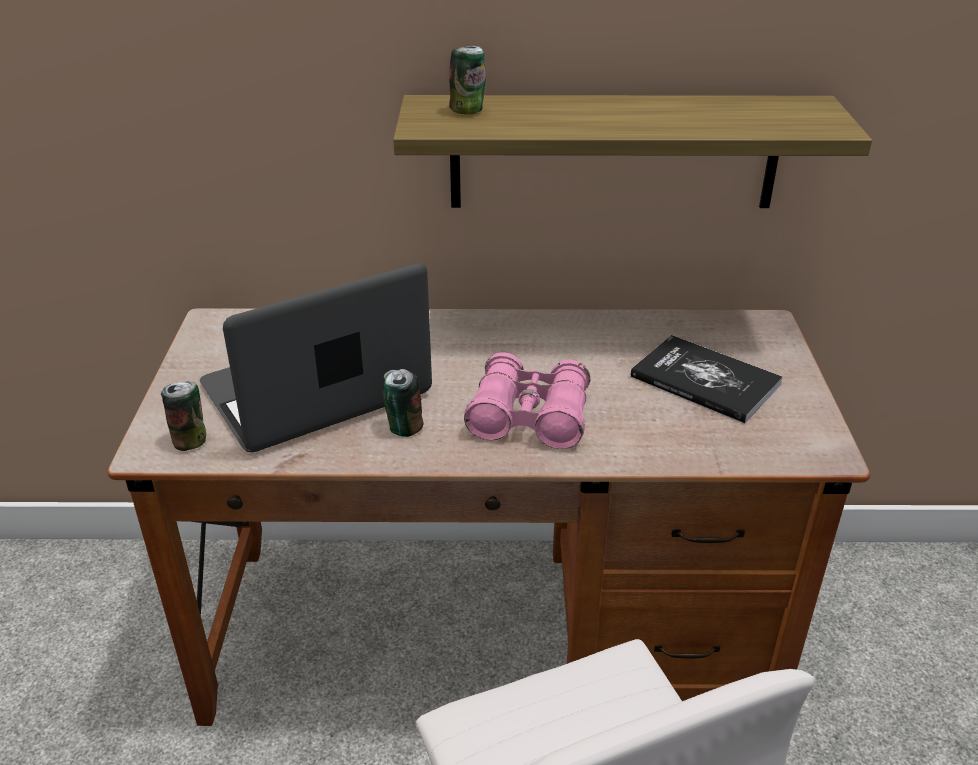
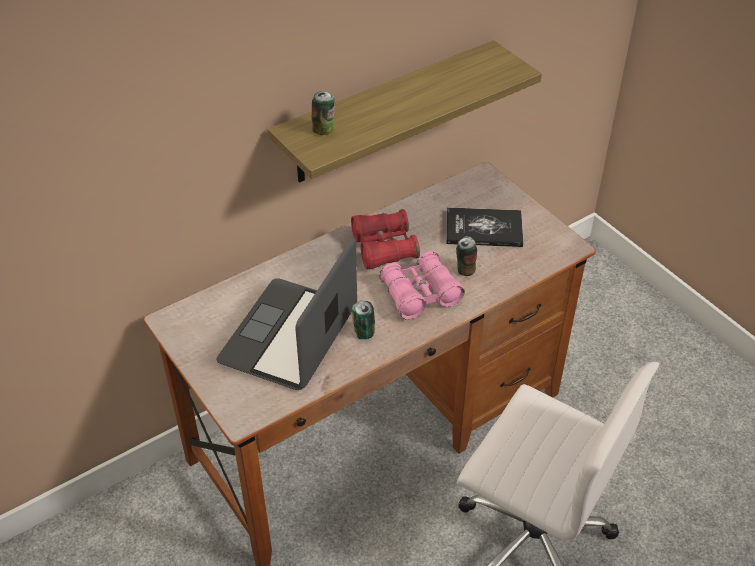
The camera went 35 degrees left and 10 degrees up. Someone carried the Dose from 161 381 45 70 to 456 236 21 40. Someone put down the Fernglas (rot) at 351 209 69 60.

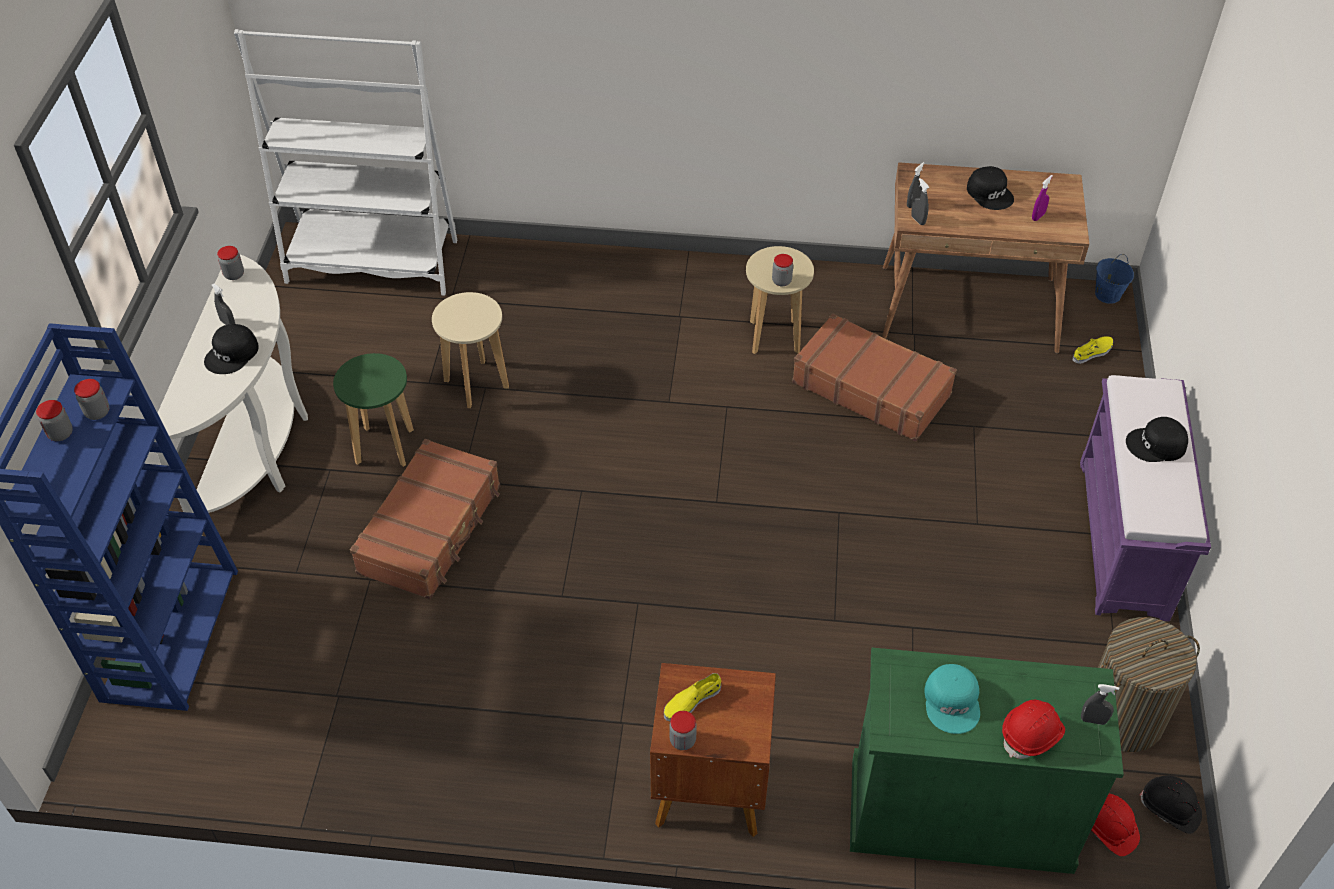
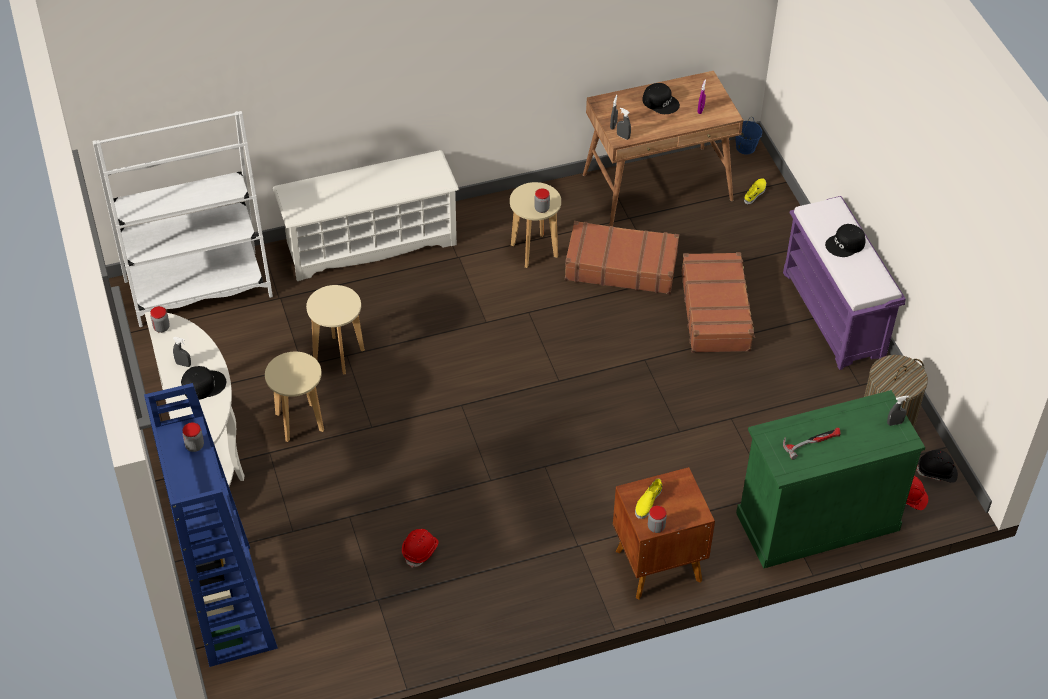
The camera went 25 degrees left and 0 degrees up. Someone rotated the Kappe (schwarz) at 204 324 54 50 by 120 degrees counterclockwise. Someone repainted the Hocker (grün) at 333 353 81 114, which became the Hocker (beige) at 265 352 59 90. Someone took away the Vorratsglas at 36 400 37 41. Someone carried the Koffer (braun) from 350 439 150 160 to 681 252 74 101. Someone swapped the Kappe (türkis) at 924 664 56 70 for the Hammer at 783 428 58 32. Someone carried the Schutzhelm (rot) from 1002 700 63 59 to 402 529 37 39. Someone put down the Schuhregal (weiß) at 273 150 186 131.

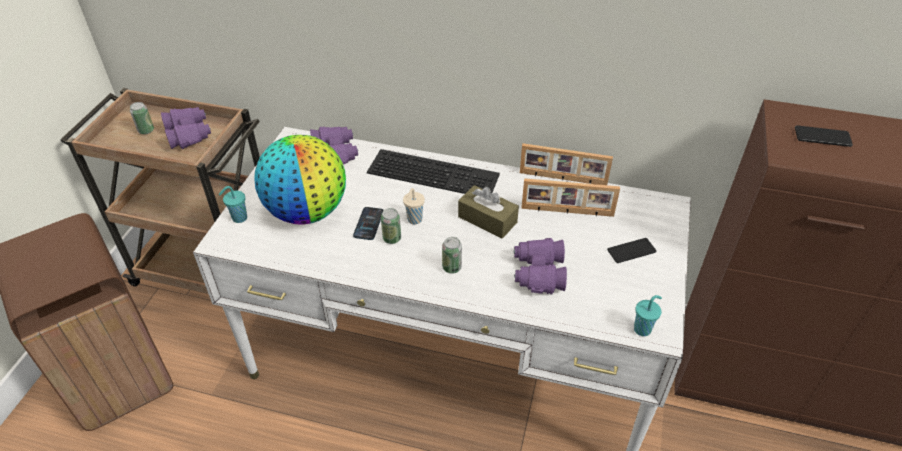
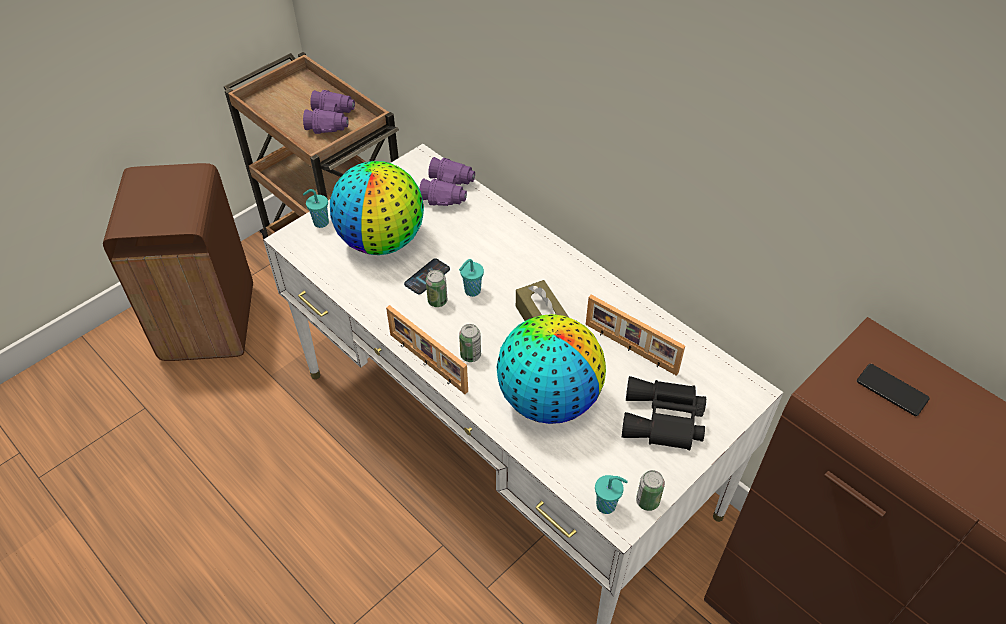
The camera went 30 degrees right and 5 degrees up. Someone carried the Dose from 130 102 24 32 to 636 470 29 41. Someone carried the Bilderrahmen from 520 143 93 42 to 386 305 82 89. Someone took away the Tastatur at 367 149 133 45. Someone repainted the Tasse (beige) at 403 188 22 36, which became the Tasse (türkis) at 459 259 25 38. Someone swapped the Fernglas (lila) at 513 238 54 56 for the Globus at 497 314 109 110. Someone swapped the Handy at 607 238 49 25 for the Fernglas (schwarz) at 622 376 84 74.

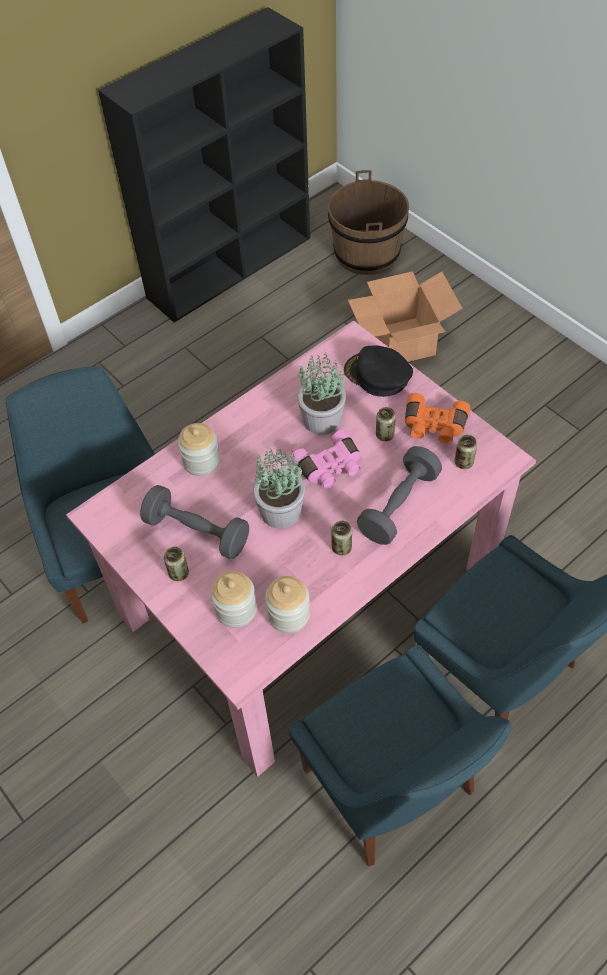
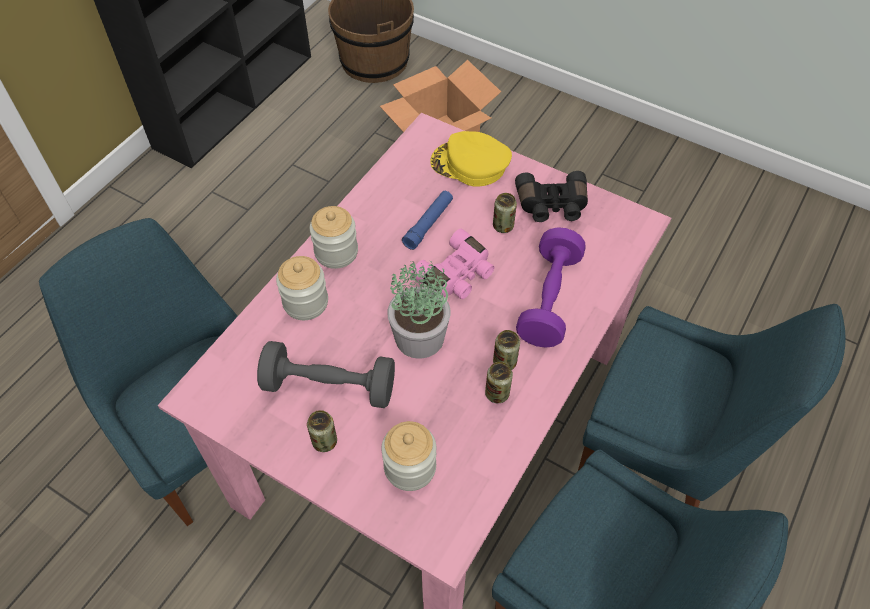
The camera went 20 degrees left and 0 degrees up. Someone repainted the Kappe (schwarz) at 344 345 69 52, which became the Kappe (gelb) at 430 131 82 55. Someone swapped the Topfpflanze at 297 351 49 84 for the Taschenlampe (blau) at 402 191 51 59. Someone repainted the Fernglas (orange) at 405 393 65 51, which became the Fernglas (schwarz) at 515 171 73 51. Someone carried the Dose from 454 435 23 34 to 485 362 28 41. Someone repainted the Hantel (grau) at 357 446 85 99, which became the Hantel (lila) at 516 227 70 121. Someone carried the Vorratsglas from 265 576 45 57 to 310 206 48 63.

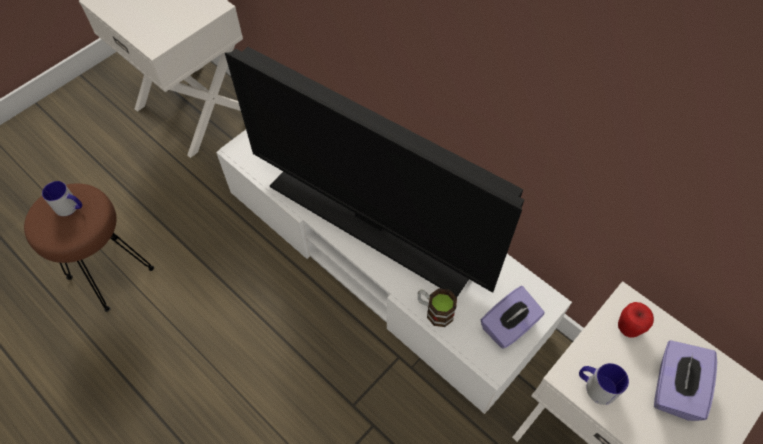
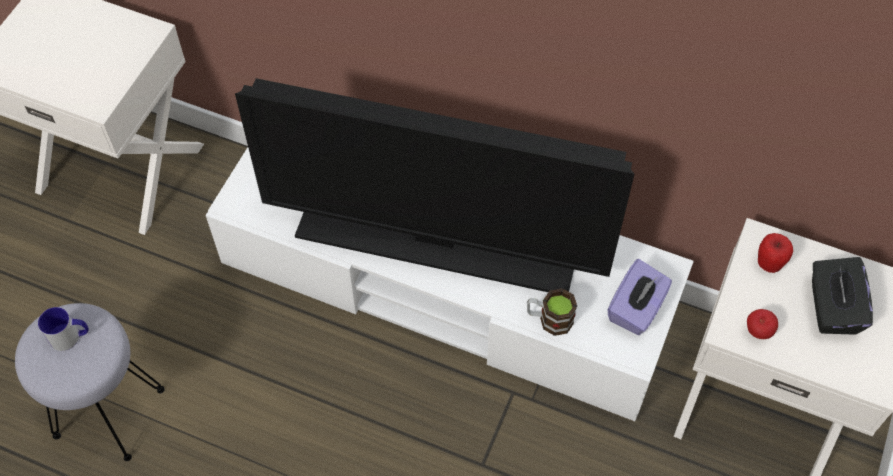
The camera went 20 degrees left and 0 degrees up. Someone repainted the Hocker (braun) at 24 183 130 129, which became the Hocker (grau) at 15 303 150 158. Someone repainted the Taschentuchbox (lila) at 654 340 63 81, which became the Taschentuchbox (schwarz) at 812 257 61 78. Someone swapped the Henkelbecher at 579 363 50 42 for the Apfel at 747 309 31 30.

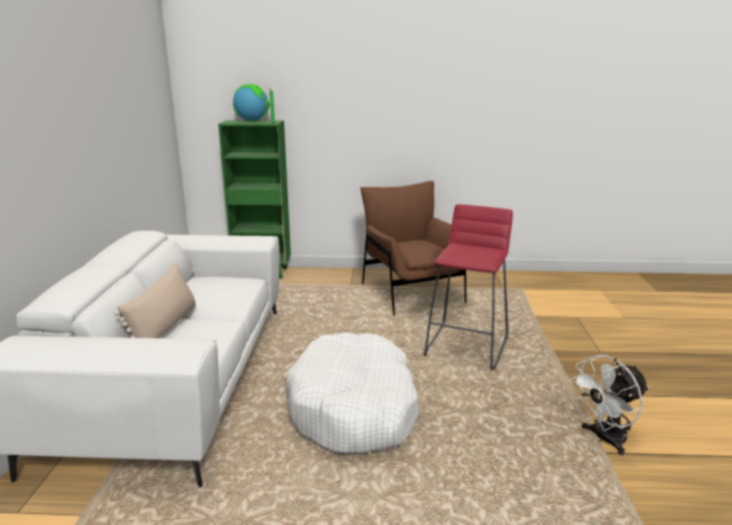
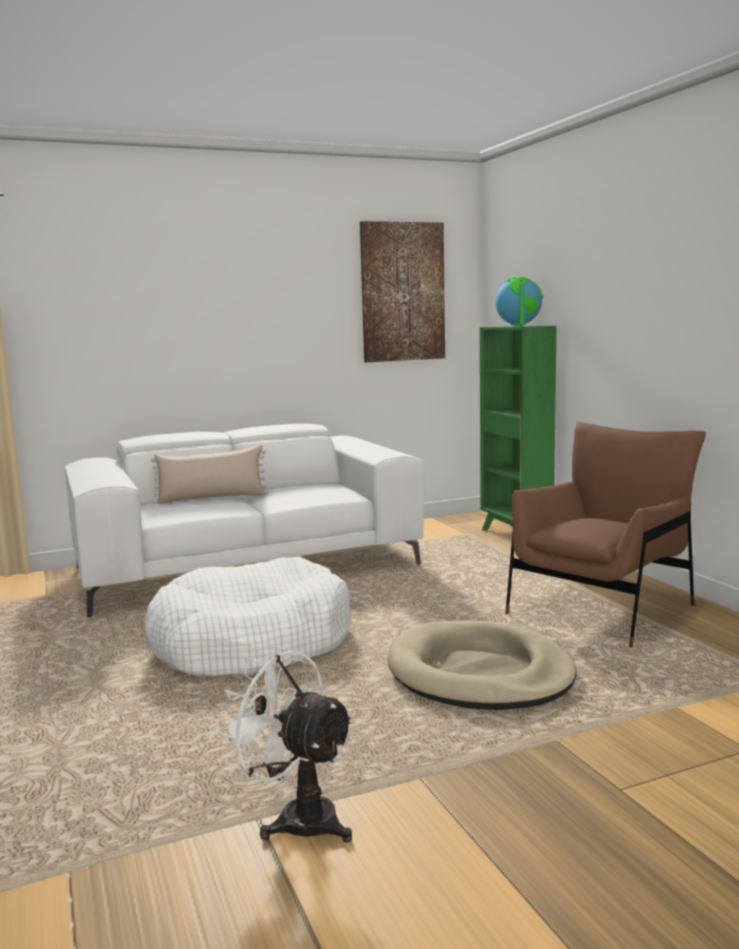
The camera went 65 degrees right and 10 degrees down. Someone swapped the Hocker (rot) at 424 204 89 166 for the Hundebett (beige) at 387 620 190 90. Someone put up the Bild at 360 221 85 142.

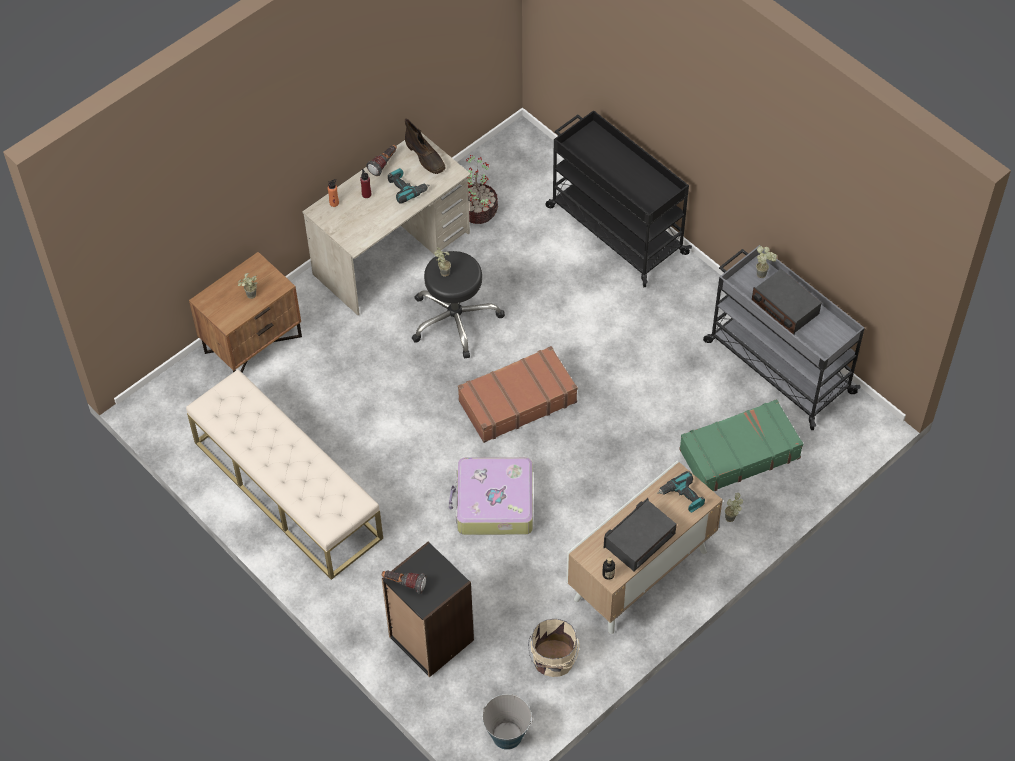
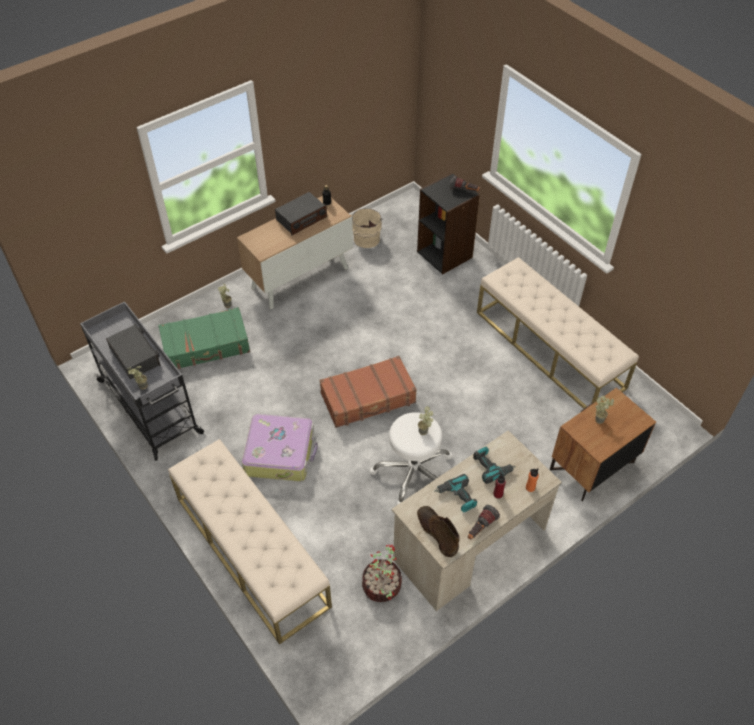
The camera went 175 degrees left and 5 degrees down. Someone swapped the Rollwagen (schwarz) at 545 110 147 177 for the Bank (beige) at 168 439 164 206. Someone repainted the Hocker (schwarz) at 412 251 93 107, which became the Hocker (weiß) at 370 412 83 94. Someone carried the Koffer from 449 457 84 78 to 242 414 76 67. Someone carried the Bohrmaschine from 657 471 48 42 to 473 447 42 37. Someone took away the Eimer at 482 694 51 56.

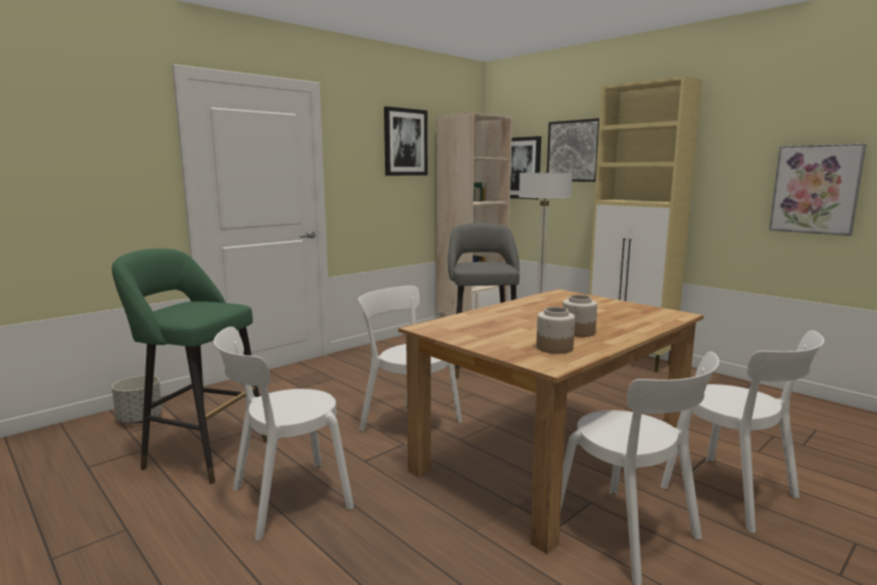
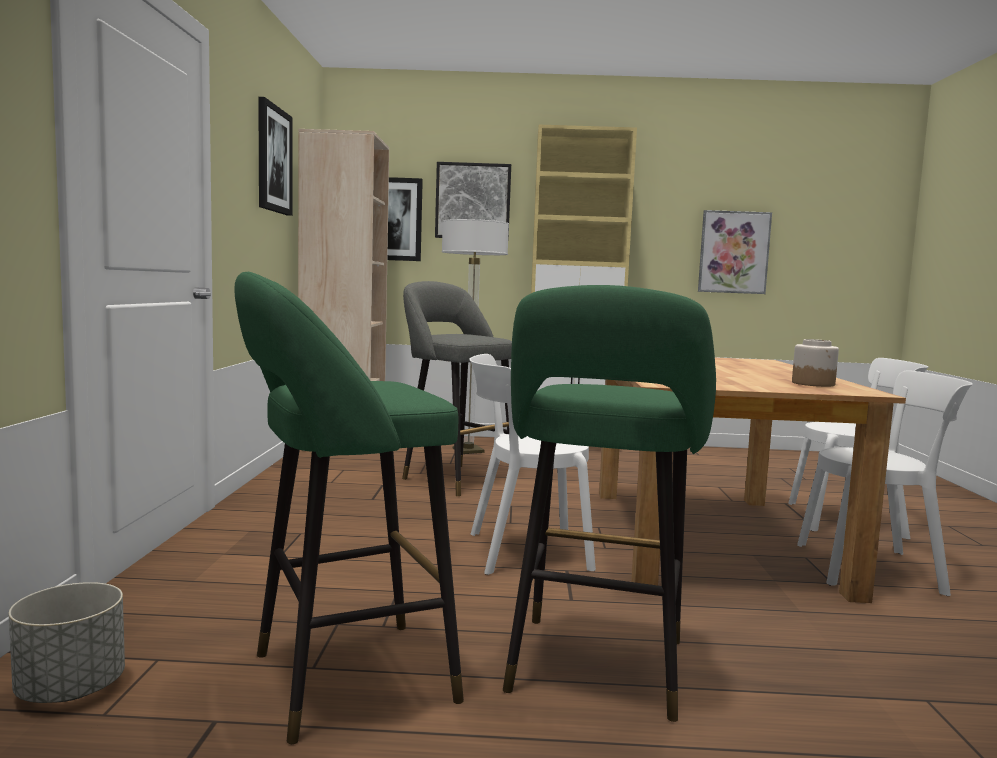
The camera went 45 degrees left and 5 degrees down. Someone took away the Vorratsglas at 563 295 34 42. Someone swapped the Stuhl (weiß) at 214 327 140 214 for the Hocker (grün) at 503 285 213 437.

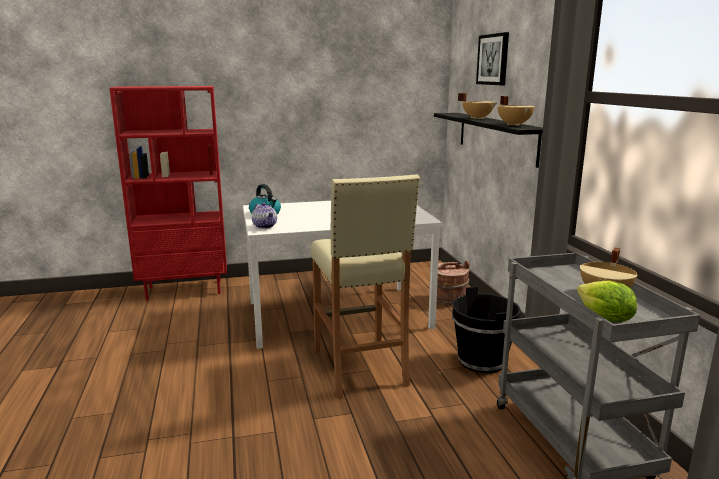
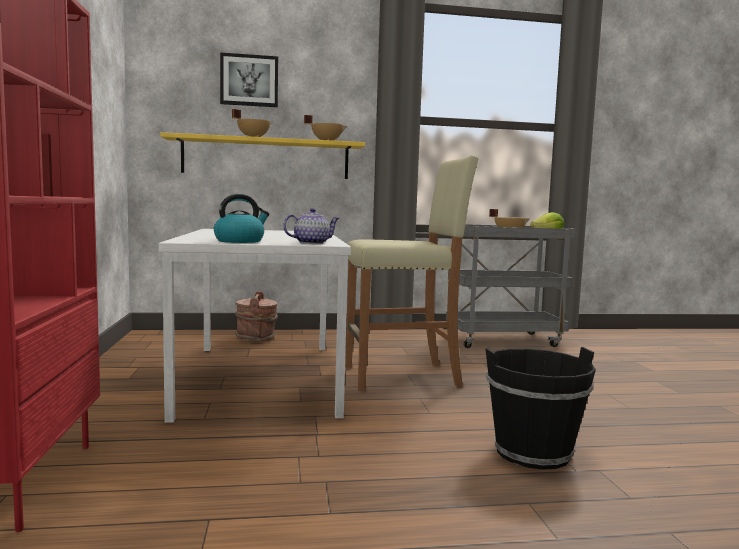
The camera went 85 degrees left and 10 degrees down. Someone repainted the Wandregal (schwarz) at 434 113 109 55, which became the Wandregal (gelb) at 160 132 205 47. Someone carried the Eimer (schwarz) from 452 286 69 87 to 485 347 111 123.

